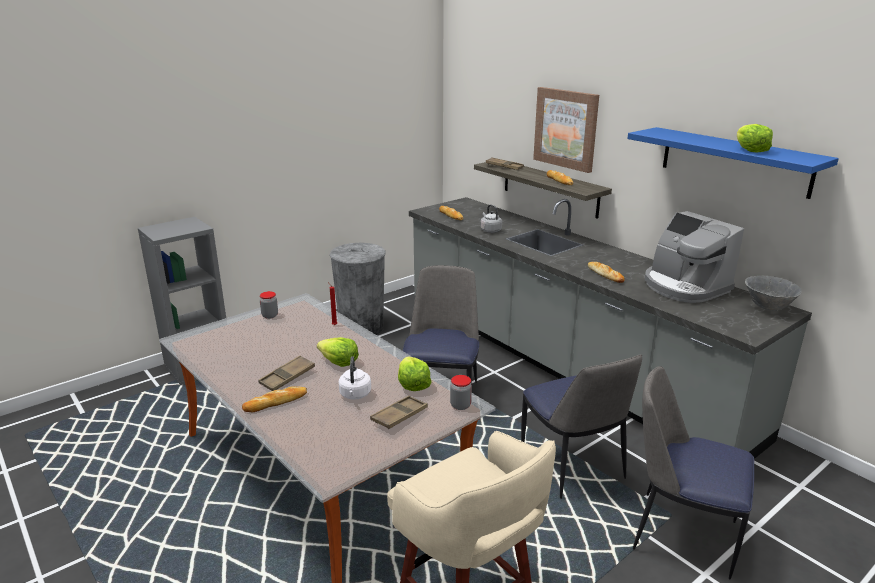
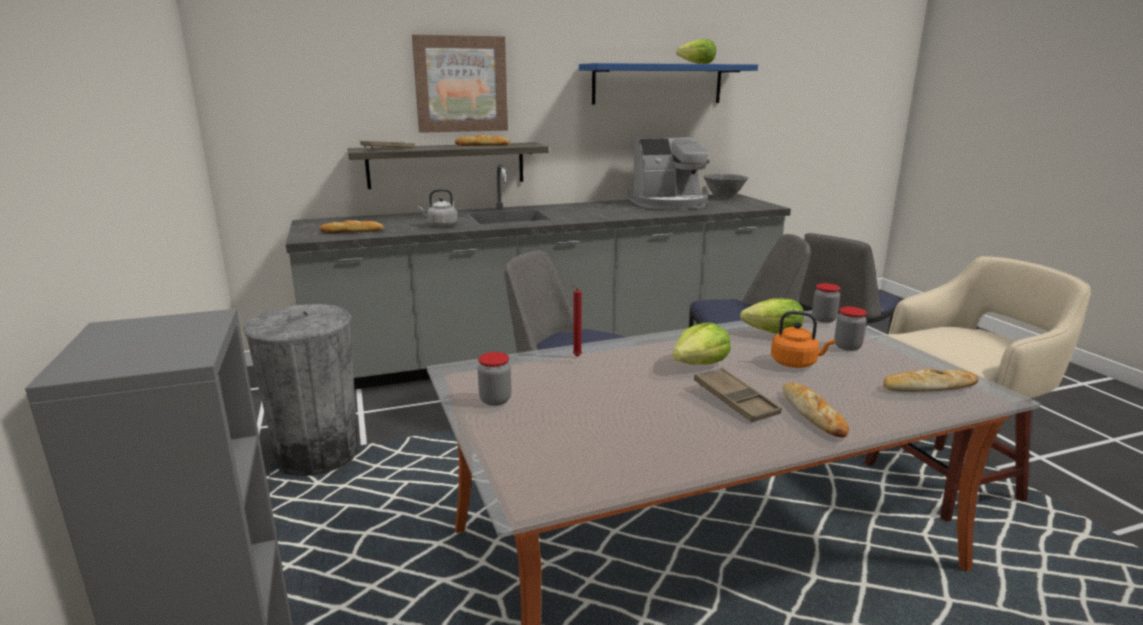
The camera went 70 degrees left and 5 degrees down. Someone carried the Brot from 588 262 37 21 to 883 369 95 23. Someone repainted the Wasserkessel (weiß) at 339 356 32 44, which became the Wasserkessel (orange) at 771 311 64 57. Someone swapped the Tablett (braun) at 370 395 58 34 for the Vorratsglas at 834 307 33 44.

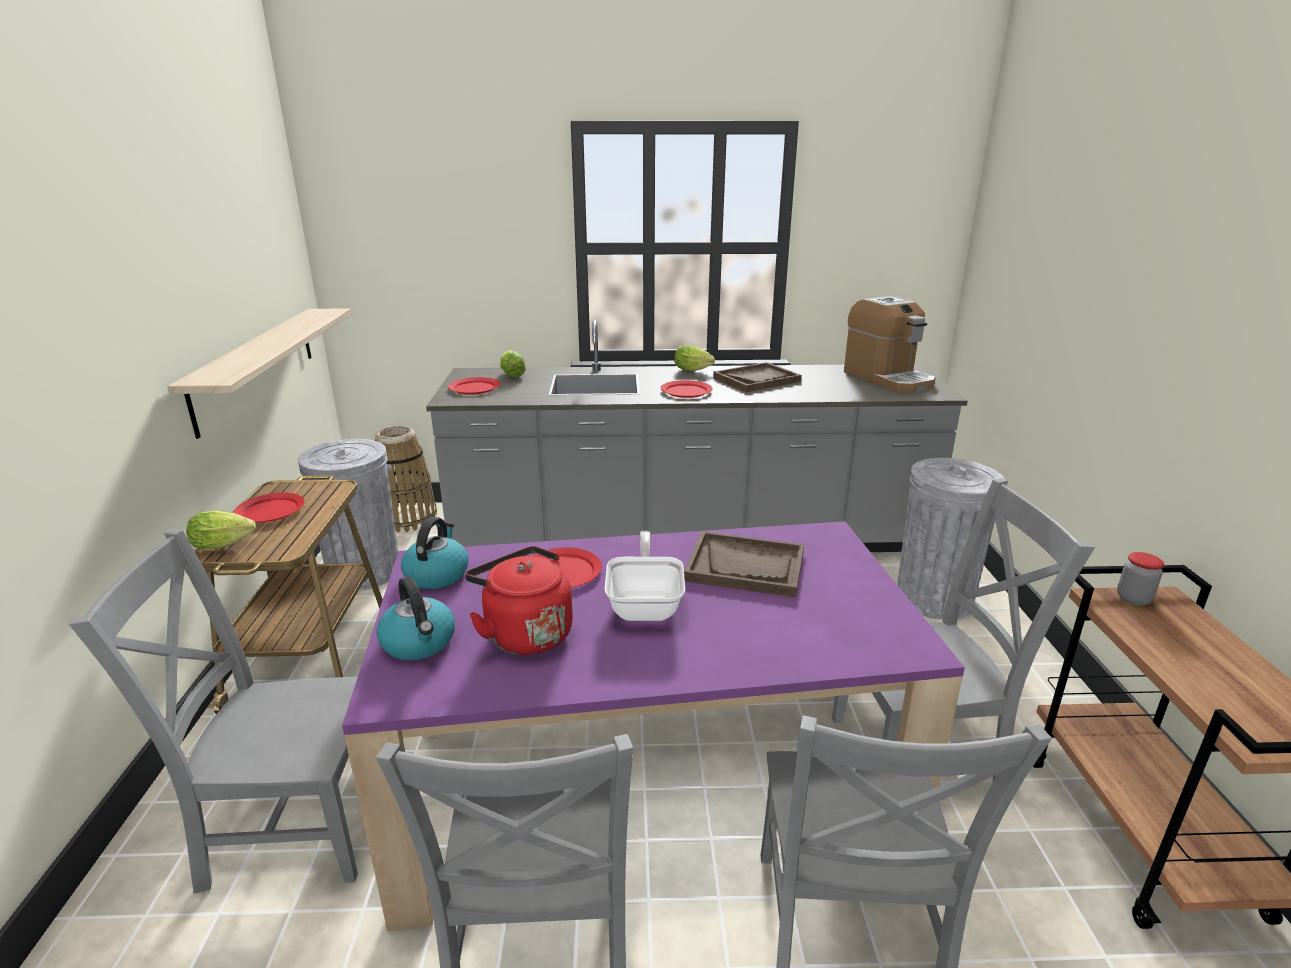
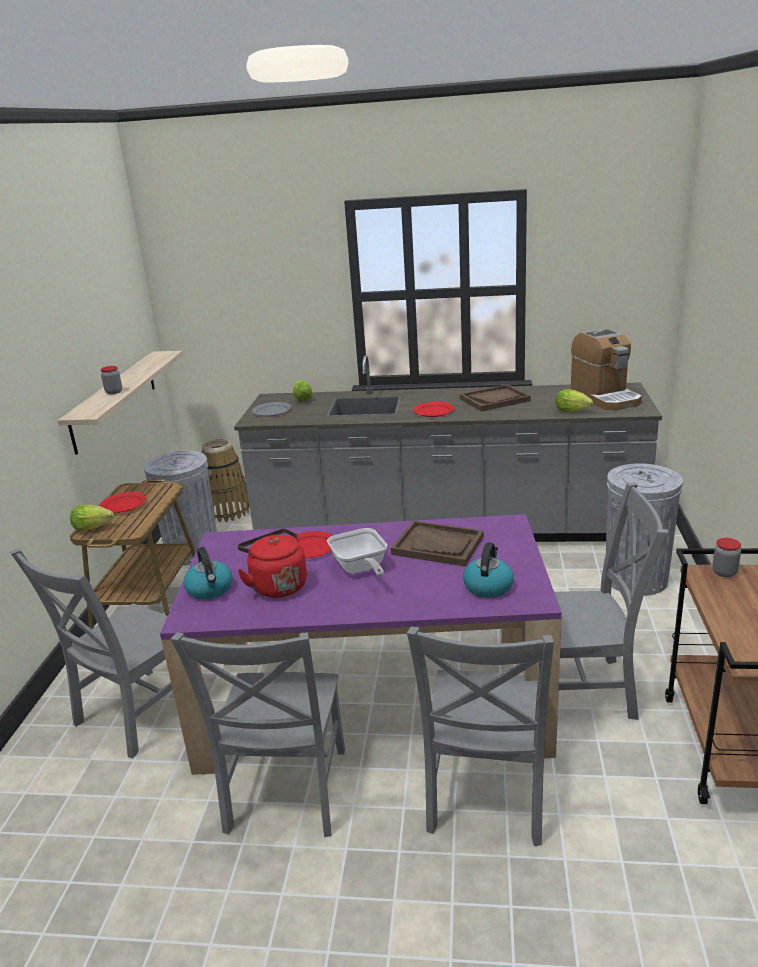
The camera went 10 degrees right and 0 degrees up. Someone carried the Salatkopf from 674 345 41 26 to 556 389 37 23. Someone repainted the Teller (rot) at 448 377 52 18, which became the Teller (grau) at 252 402 39 15. Someone carried the Wasserkessel from 401 517 67 72 to 463 542 51 56. Someone rotated the Stuhl (grau) at 69 529 289 365 by 60 degrees counterclockwise. Someone rotated the Pfanne at 605 531 80 90 by 150 degrees clockwise. Someone put down the Vorratsglas at 100 366 22 28.

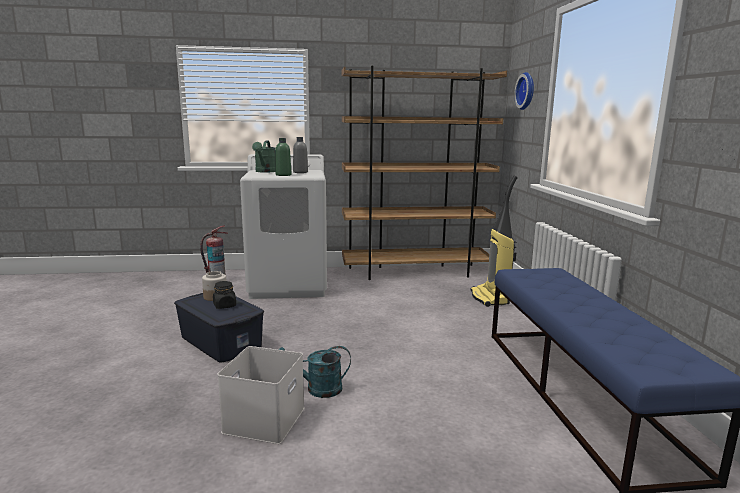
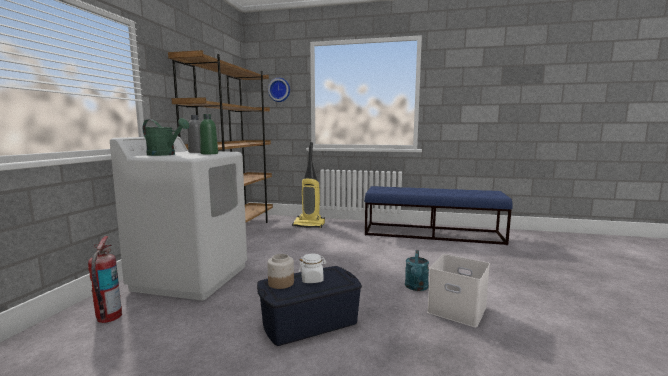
The camera went 70 degrees left and 5 degrees down. Someone repainted the Vorratsglas (schwarz) at 213 281 23 28, which became the Vorratsglas (weiß) at 299 254 27 29.

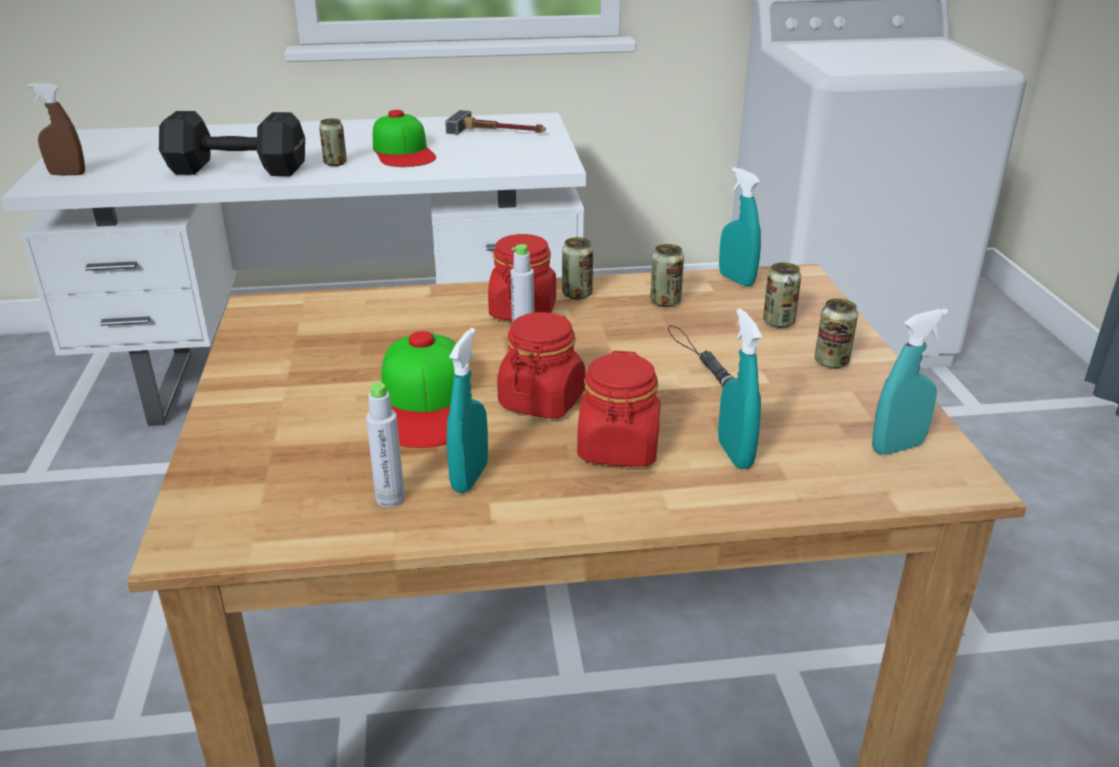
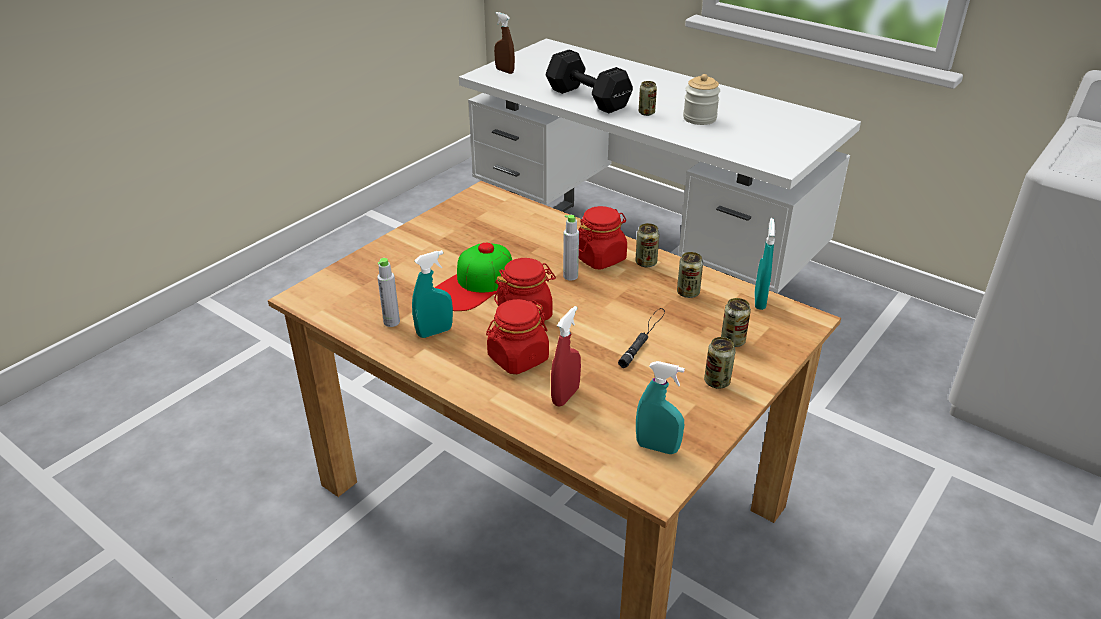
The camera went 45 degrees right and 5 degrees up. Someone swapped the Kappe at 373 110 63 57 for the Vorratsglas at 683 74 37 51. Someone took away the Hammer at 445 110 101 25. Someone repainted the Sprühflasche (türkis) at 718 309 44 160, which became the Sprühflasche (rot) at 551 306 30 101.

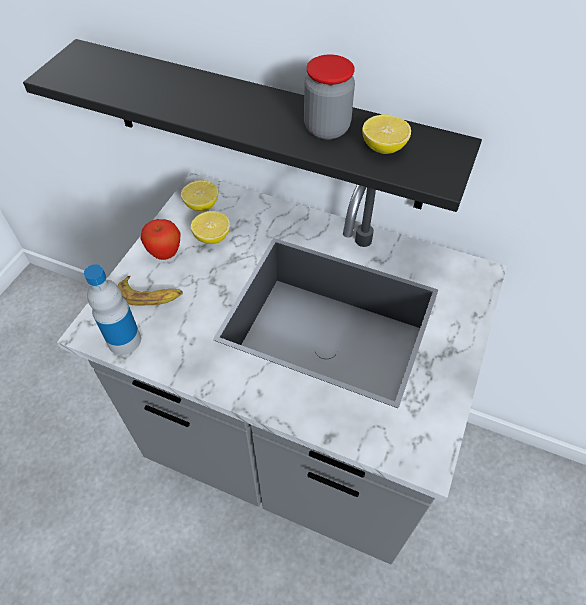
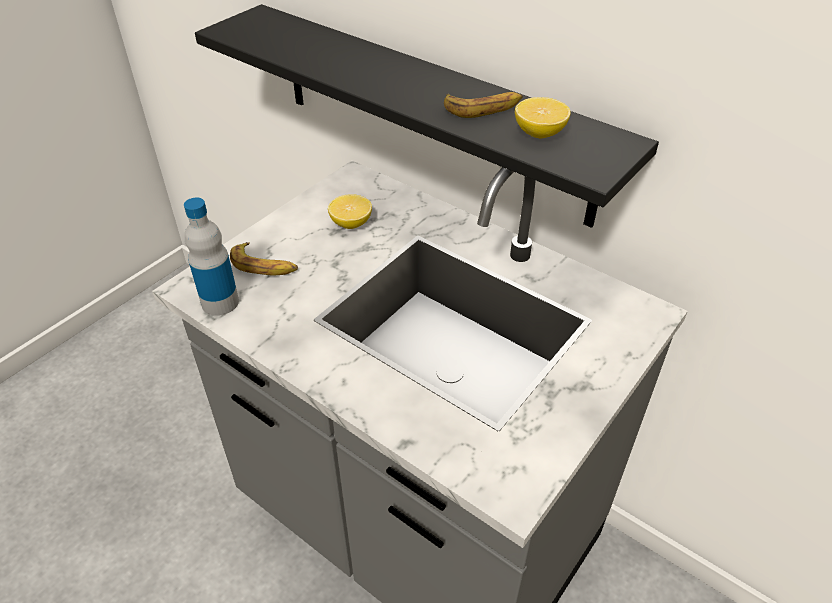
The camera went 15 degrees right and 10 degrees down. Someone swapped the Vorratsglas at 304 54 51 86 for the Banane at 444 92 79 26. Someone took away the Zitrone at 181 180 37 31. Someone took away the Apfel at 140 219 40 41.

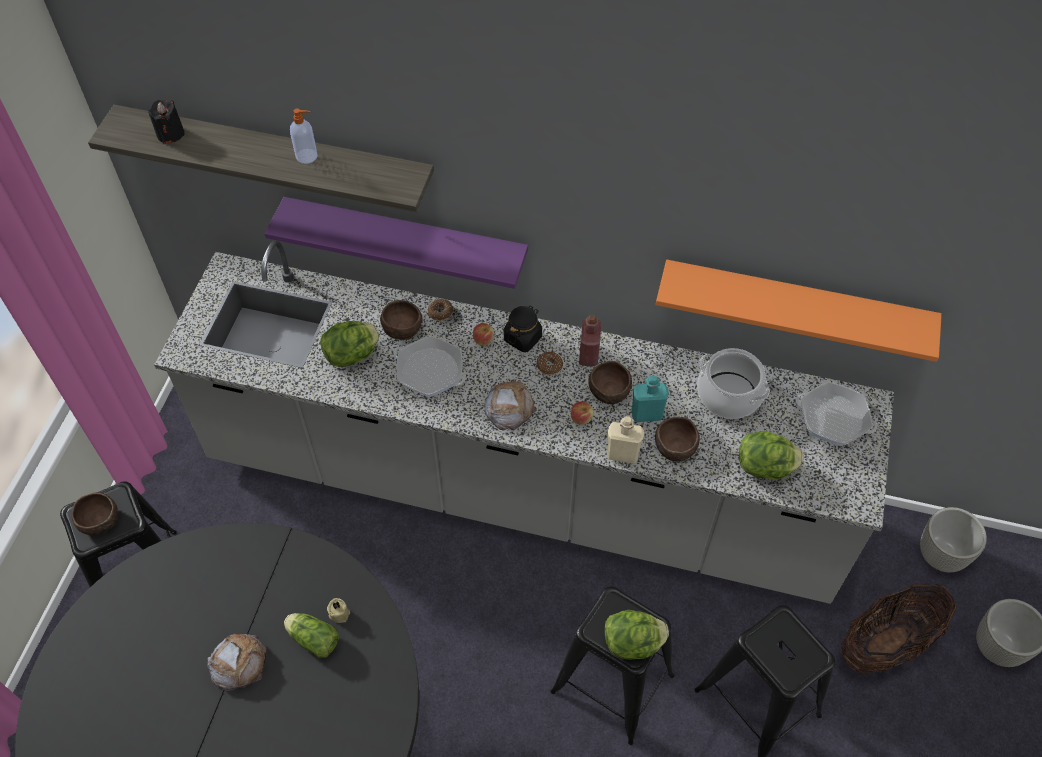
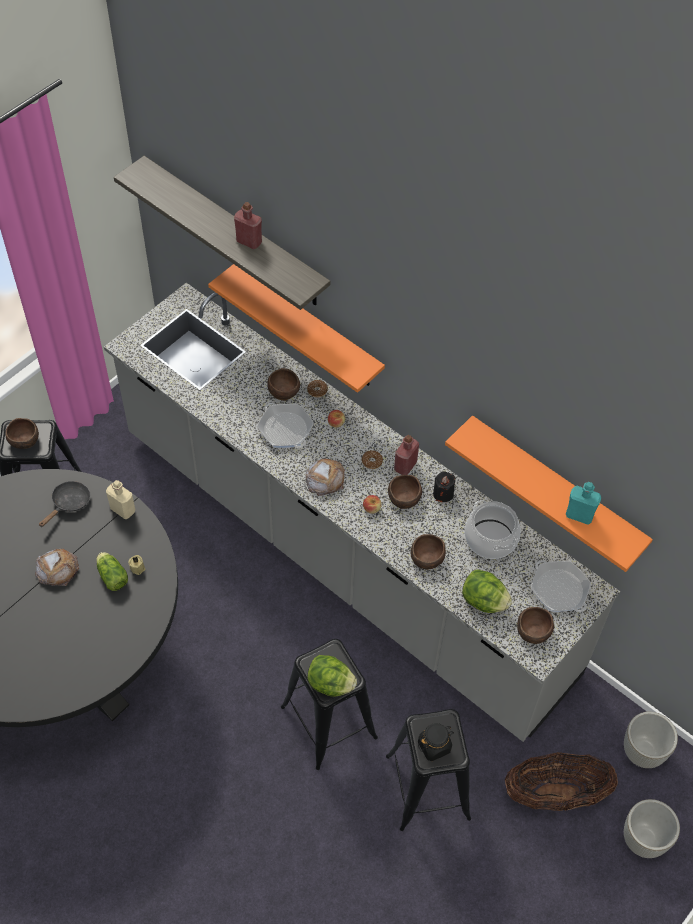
The camera went 25 degrees right and 0 degrees up. Someone carried the Kerze (schwarz) from 148 99 37 45 to 433 471 22 31. Someone swapped the Seifenspender at 290 109 27 55 for the Flasche (rot) at 234 202 28 47. Someone repainted the Wandregal (lila) at 264 197 264 92, which became the Wandregal (orange) at 208 264 177 129. Someone carried the Vorratsglas (schwarz) from 504 305 38 47 to 418 723 36 38. Someone took away the Salatkopf at 320 321 59 46. Someone carried the Flasche (türkis) from 631 375 38 47 to 566 482 35 43. Someone carried the Flasche (beige) from 607 416 37 48 to 106 480 29 39. Someone put down the Pfanne (schwarz) at 39 481 51 46. Someone put down the Schüssel (braun) at 517 607 37 37.

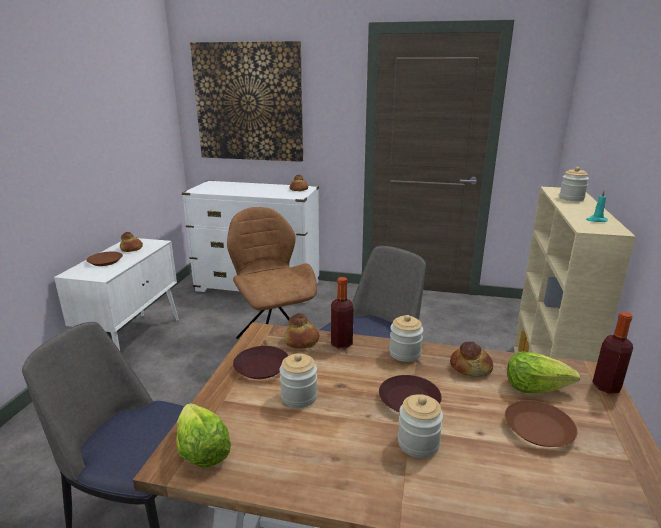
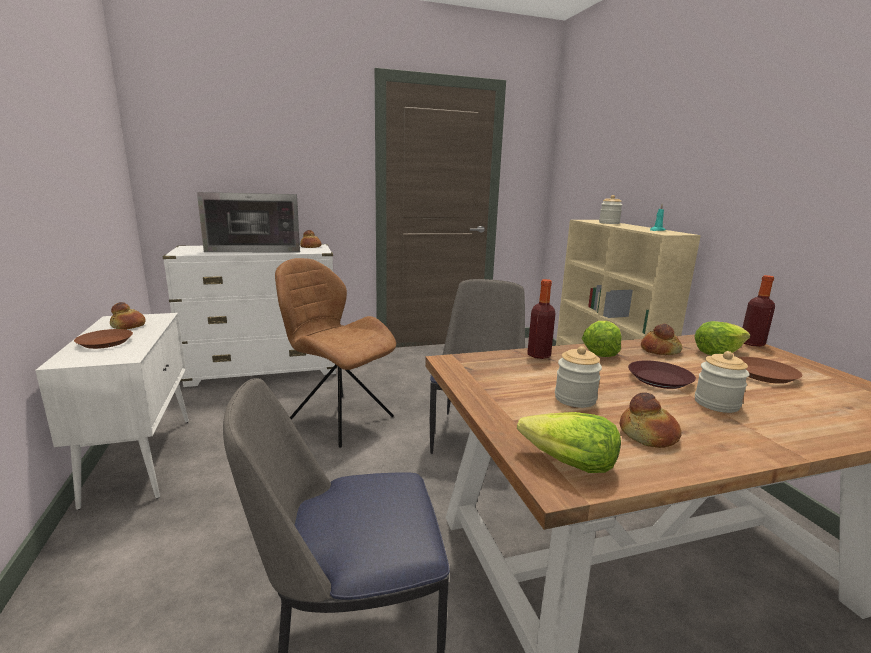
The camera went 30 degrees left and 5 degrees down. Someone took away the Bild at 190 41 113 121. Someone carried the Brot from 284 313 35 36 to 620 392 61 56. Someone swapped the Vorratsglas at 389 315 34 47 for the Salatkopf at 582 321 40 36. Someone took away the Teller (braun) at 233 346 55 33. Someone put down the Mikrowelle at 197 192 103 60.

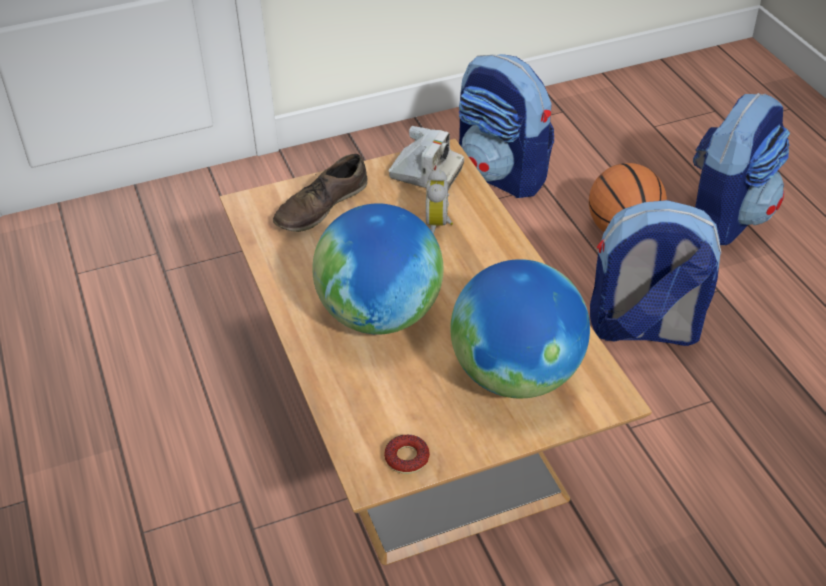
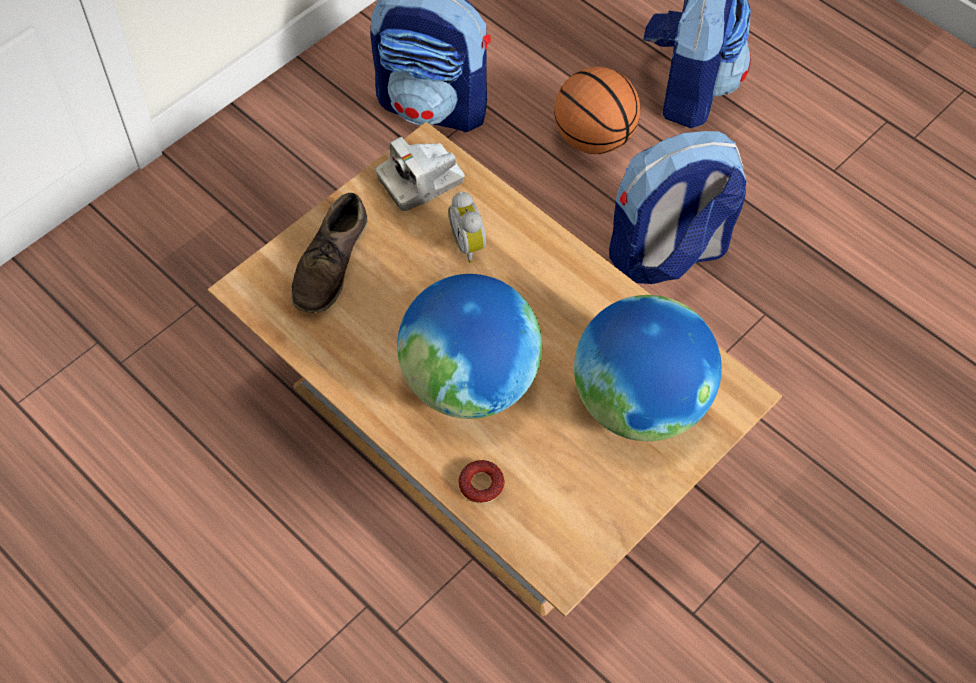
The camera went 25 degrees left and 15 degrees up. Someone rotated the Kamera at 389 126 75 64 by 150 degrees clockwise. Someone carried the Donut from 384 434 46 40 to 459 460 46 44.

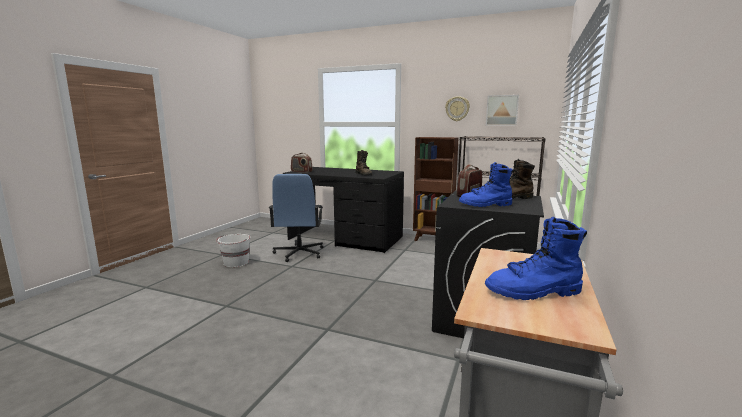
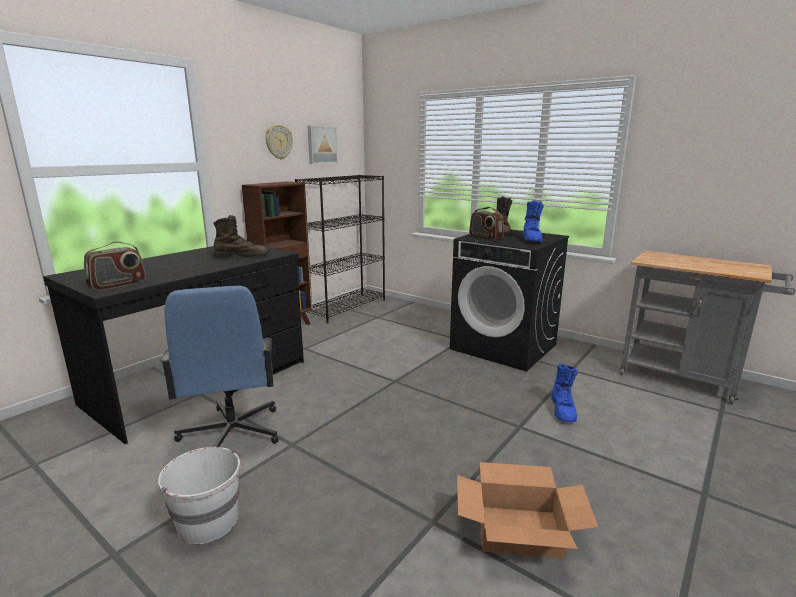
The camera went 75 degrees left and 5 degrees up. Someone rotated the Bürostuhl (blau) at 269 174 54 88 by 60 degrees clockwise. Someone carried the Stiefel (blau) from 485 217 102 83 to 551 364 27 59. Someone put down the Karton at 457 462 141 97.

